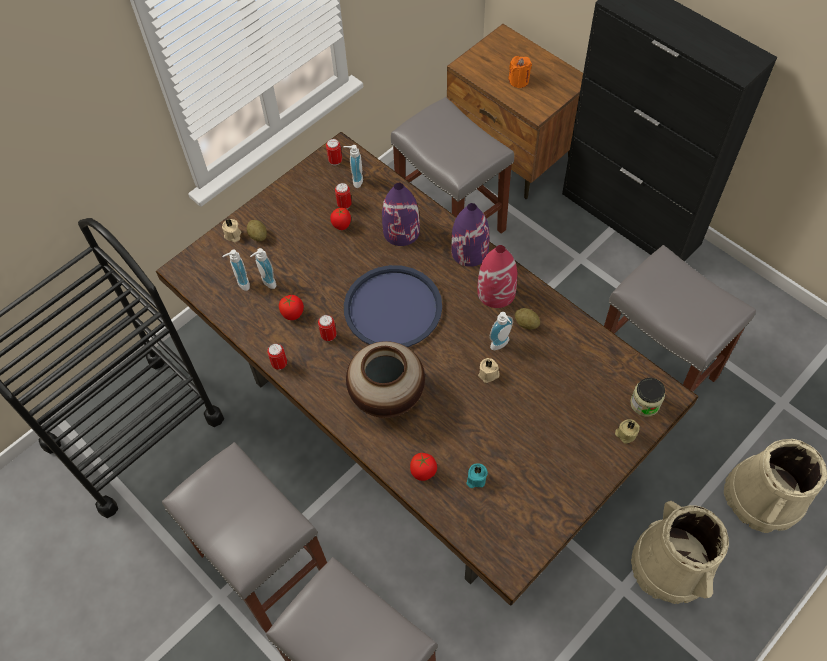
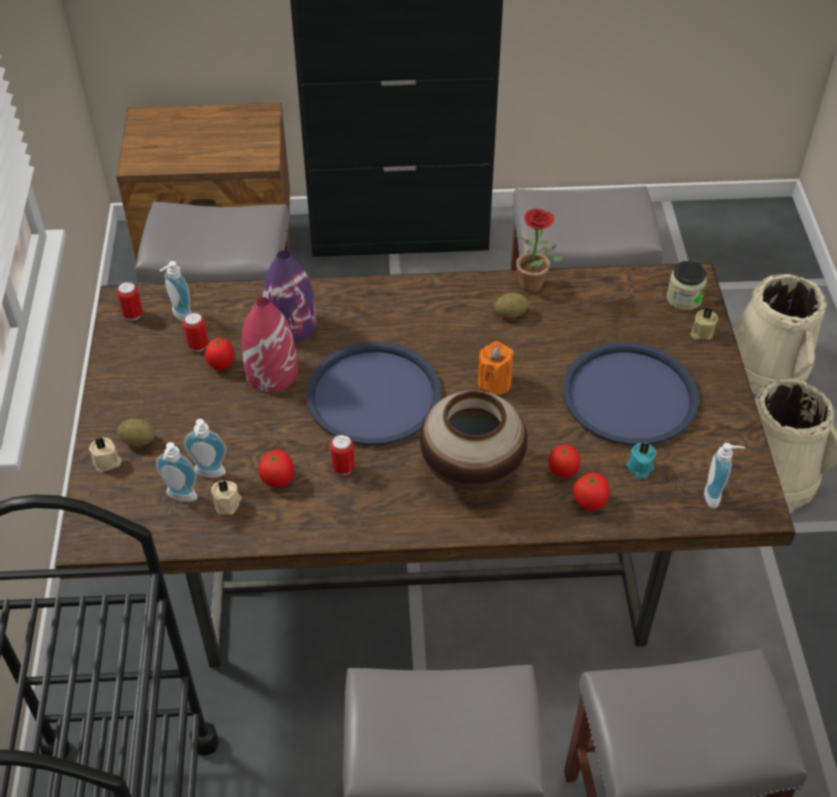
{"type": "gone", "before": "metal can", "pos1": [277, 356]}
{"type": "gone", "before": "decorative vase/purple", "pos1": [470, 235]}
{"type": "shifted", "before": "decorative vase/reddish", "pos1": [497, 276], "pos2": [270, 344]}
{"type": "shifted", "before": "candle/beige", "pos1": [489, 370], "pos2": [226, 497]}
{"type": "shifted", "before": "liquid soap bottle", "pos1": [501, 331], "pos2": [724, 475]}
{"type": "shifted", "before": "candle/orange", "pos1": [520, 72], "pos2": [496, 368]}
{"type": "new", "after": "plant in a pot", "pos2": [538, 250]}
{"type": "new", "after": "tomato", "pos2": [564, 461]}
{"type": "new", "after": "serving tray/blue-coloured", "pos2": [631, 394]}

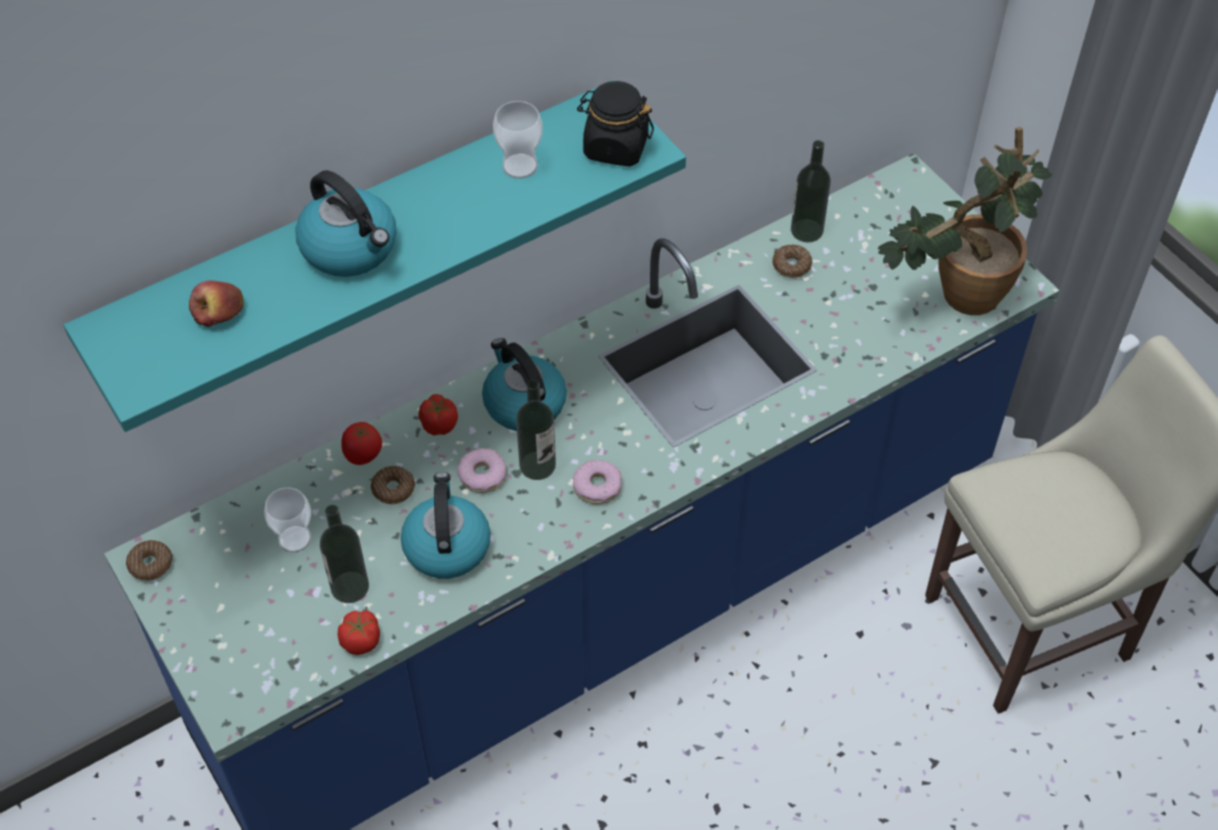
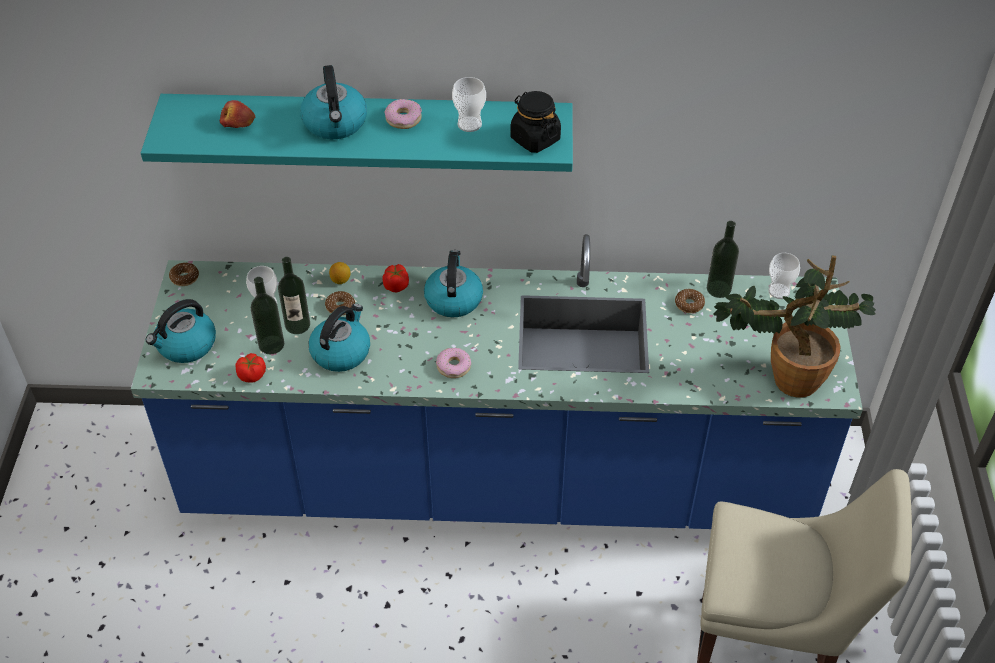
{"type": "swapped", "before": "tomato", "after": "lemon", "pos1": [361, 443], "pos2": [339, 273]}
{"type": "shifted", "before": "donut", "pos1": [482, 470], "pos2": [403, 114]}
{"type": "shifted", "before": "bottle", "pos1": [536, 430], "pos2": [294, 295]}
{"type": "new", "after": "kettle", "pos2": [181, 331]}
{"type": "new", "after": "drinking cup", "pos2": [784, 276]}

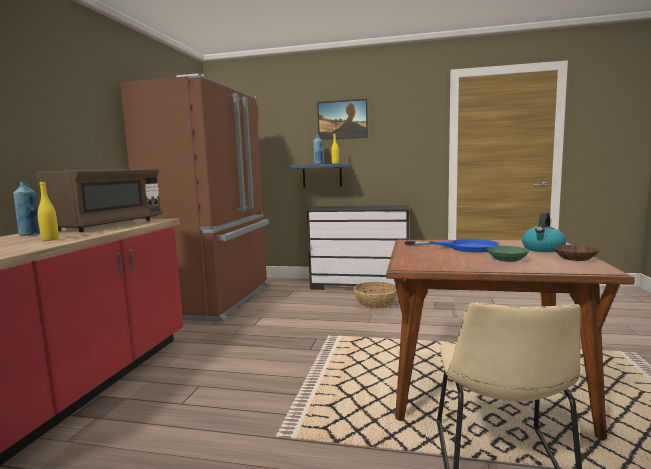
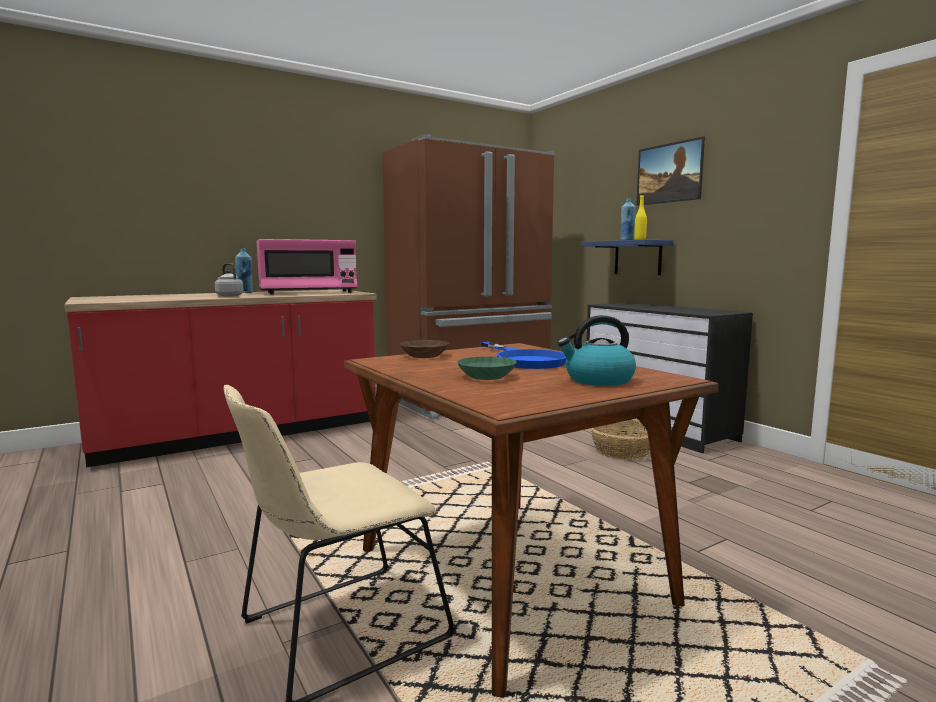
{"type": "repainted", "before": "microwave oven/brown-coloured", "after": "microwave oven/pink", "pos1": [99, 200], "pos2": [307, 266]}
{"type": "swapped", "before": "bottle/yellow-coloured", "after": "kettle/gray", "pos1": [48, 211], "pos2": [229, 280]}
{"type": "shifted", "before": "serving bowl/brown-coloured", "pos1": [576, 253], "pos2": [424, 349]}

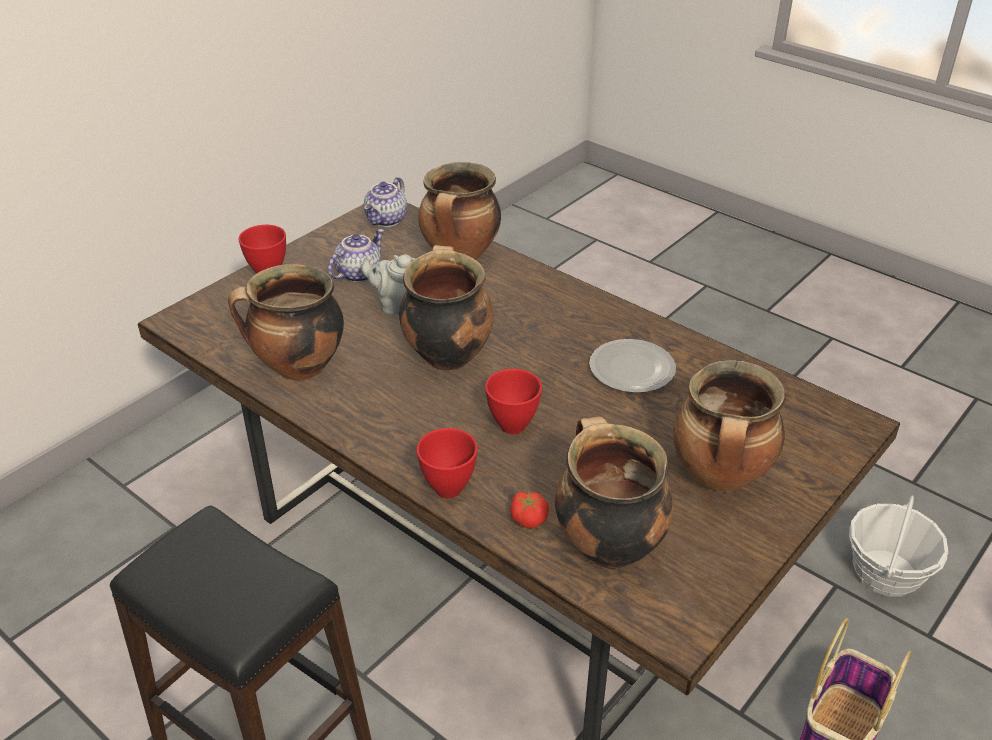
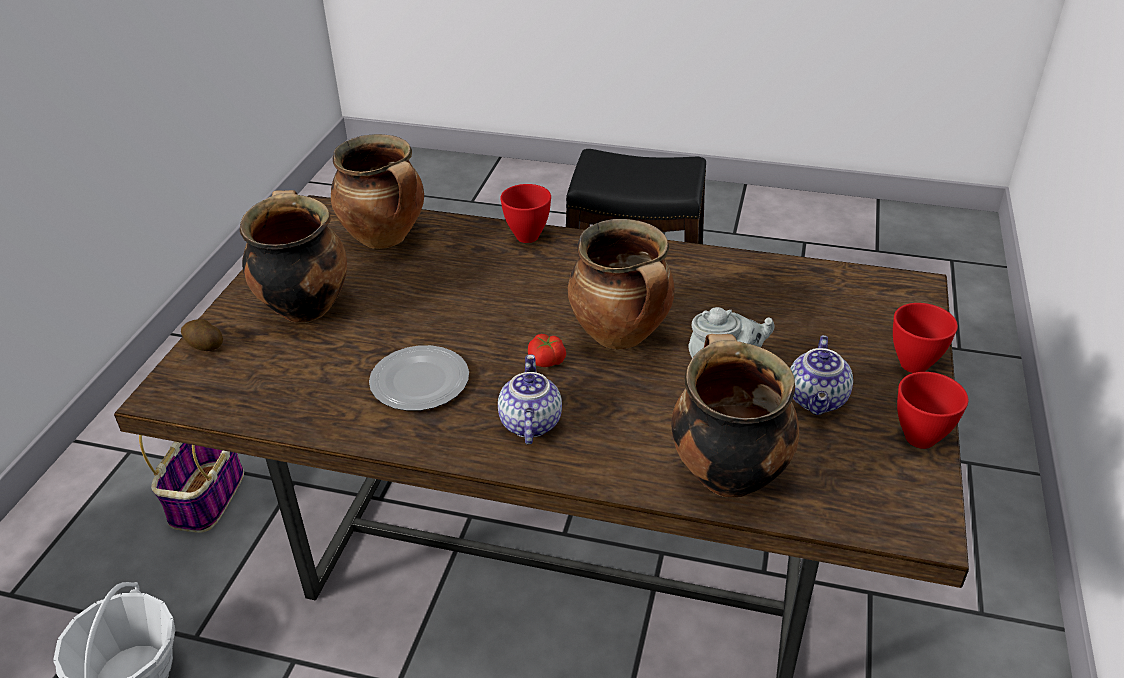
{"type": "gone", "before": "saucepot", "pos1": [286, 322]}
{"type": "shifted", "before": "teapot", "pos1": [385, 202], "pos2": [530, 399]}
{"type": "shifted", "before": "serving bowl/reddish", "pos1": [513, 401], "pos2": [932, 410]}
{"type": "shifted", "before": "tomato", "pos1": [529, 510], "pos2": [547, 350]}
{"type": "new", "after": "spud", "pos2": [202, 335]}

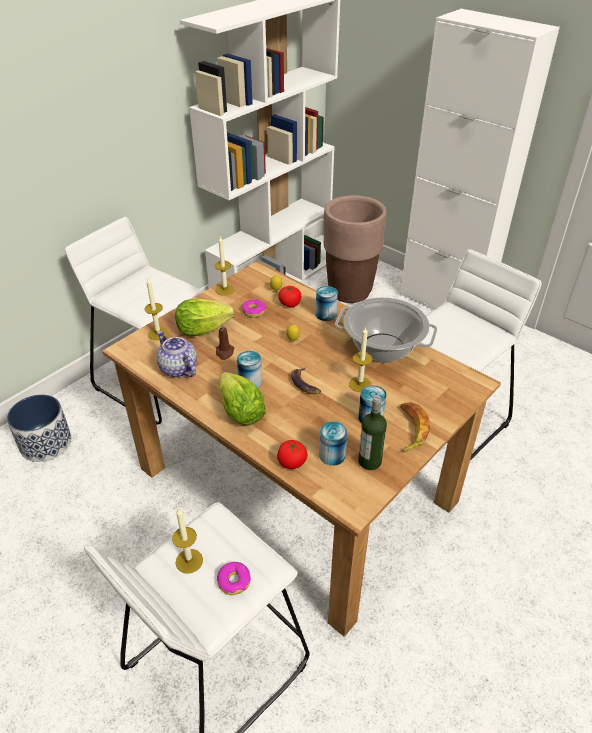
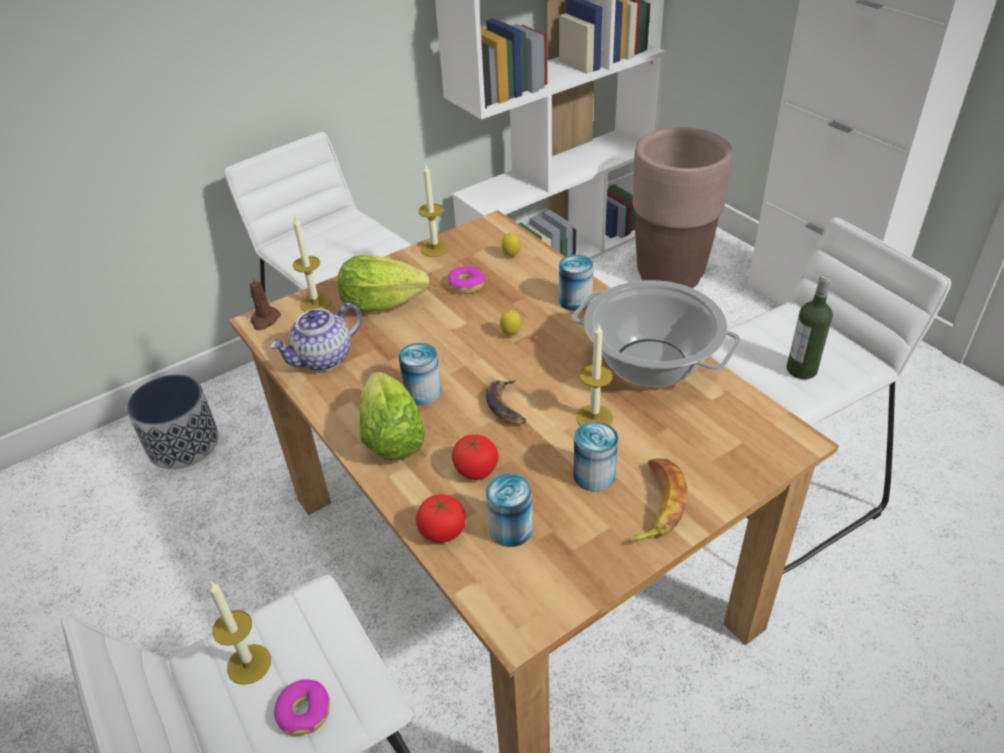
{"type": "rotated", "before": "teapot", "pos1": [177, 354], "pos2": [316, 337], "turn": -105}
{"type": "shifted", "before": "candle/brown-coloured", "pos1": [225, 341], "pos2": [265, 302]}
{"type": "shifted", "before": "tomato", "pos1": [289, 296], "pos2": [475, 457]}
{"type": "shifted", "before": "bottle", "pos1": [372, 432], "pos2": [810, 326]}

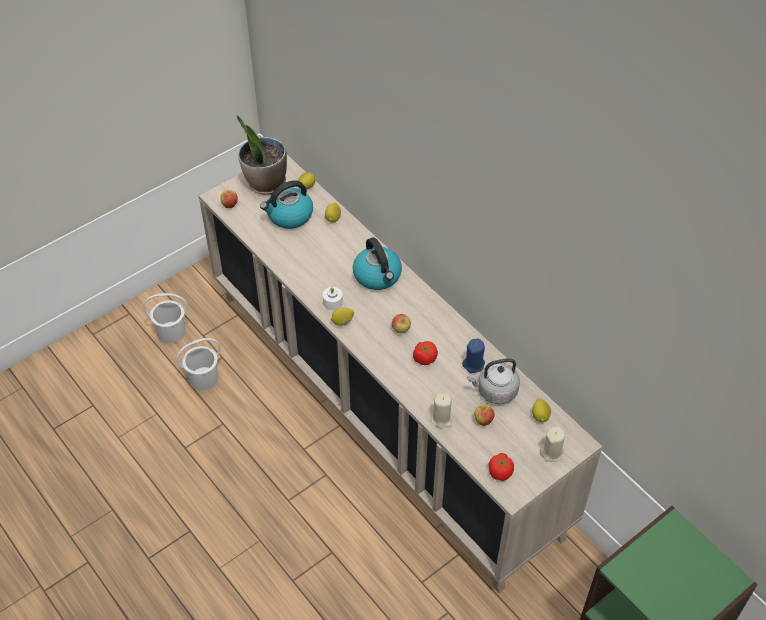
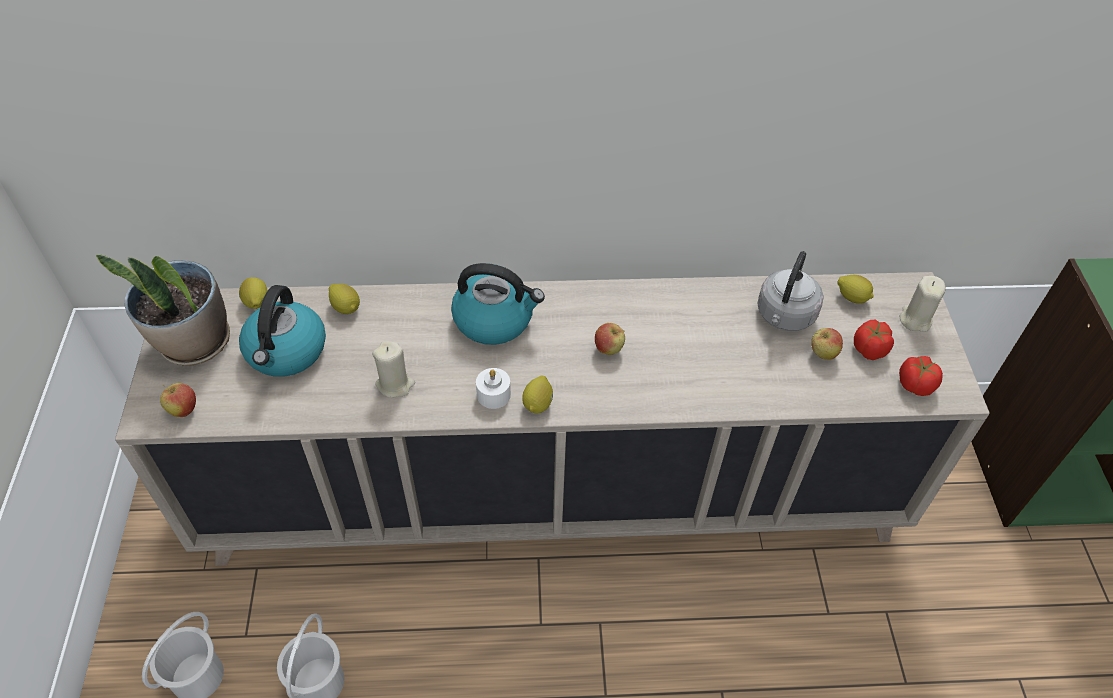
{"type": "shifted", "before": "tomato", "pos1": [425, 353], "pos2": [874, 340]}
{"type": "shifted", "before": "candle/beige", "pos1": [442, 411], "pos2": [393, 369]}
{"type": "gone", "before": "candle/blue-coloured", "pos1": [473, 355]}

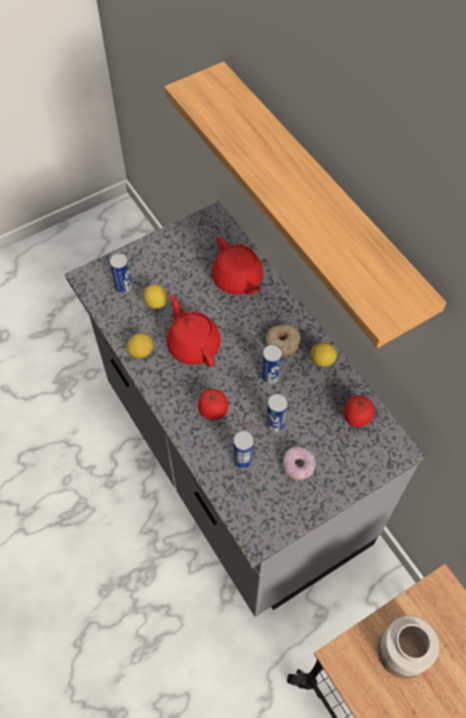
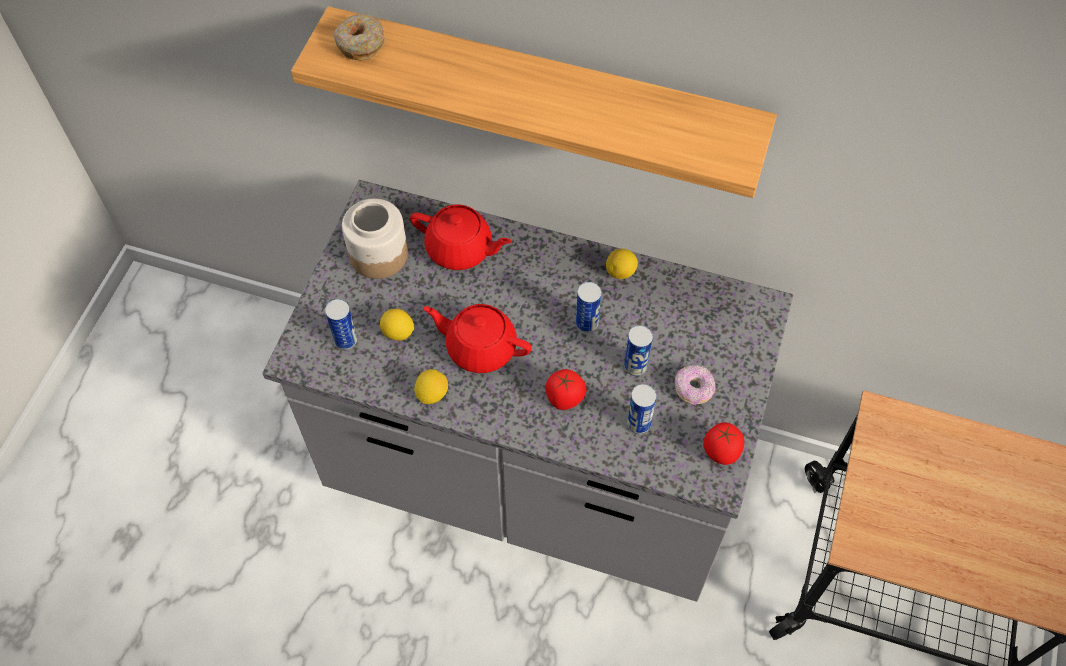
{"type": "shifted", "before": "donut", "pos1": [283, 340], "pos2": [359, 37]}
{"type": "shifted", "before": "tomato", "pos1": [359, 411], "pos2": [723, 443]}
{"type": "shifted", "before": "jar", "pos1": [408, 647], "pos2": [375, 239]}

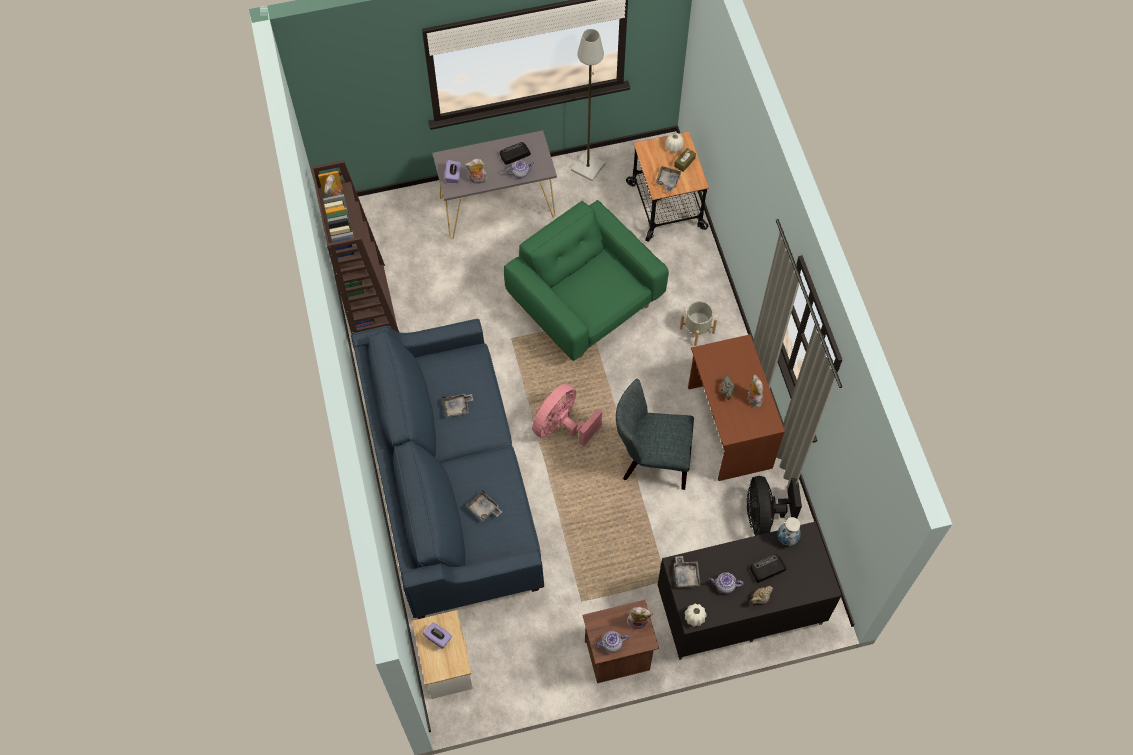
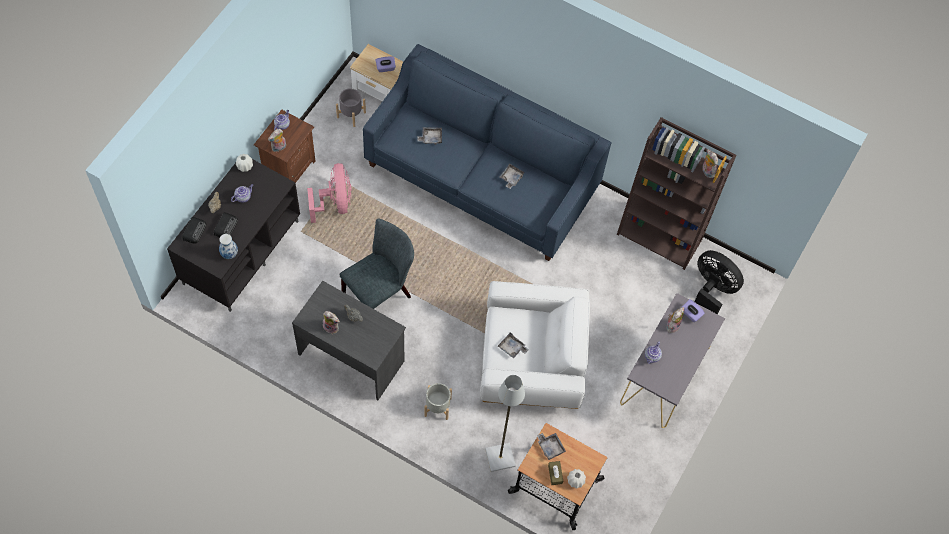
{"type": "shifted", "before": "radio receiver", "pos1": [515, 153], "pos2": [194, 230]}
{"type": "repainted", "before": "armchair/green-coloured", "after": "armchair/white", "pos1": [586, 280], "pos2": [535, 345]}
{"type": "shifted", "before": "fan/pink", "pos1": [567, 414], "pos2": [329, 193]}
{"type": "shifted", "before": "standing lamp/gray", "pos1": [588, 105], "pos2": [505, 423]}
{"type": "shifted", "before": "serving tray/gray", "pos1": [687, 572], "pos2": [513, 345]}
{"type": "repainted", "before": "desk unit/brown-coloured", "after": "desk unit/gray", "pos1": [736, 407], "pos2": [349, 340]}
{"type": "shifted", "before": "fan/black", "pos1": [774, 506], "pos2": [719, 282]}
{"type": "new", "after": "flower pot/gray", "pos2": [351, 107]}

